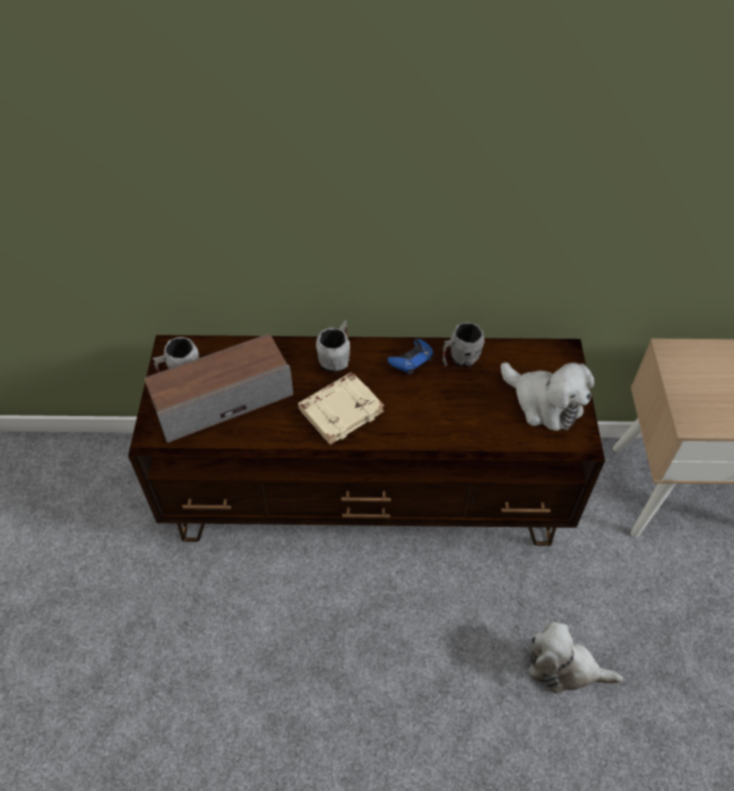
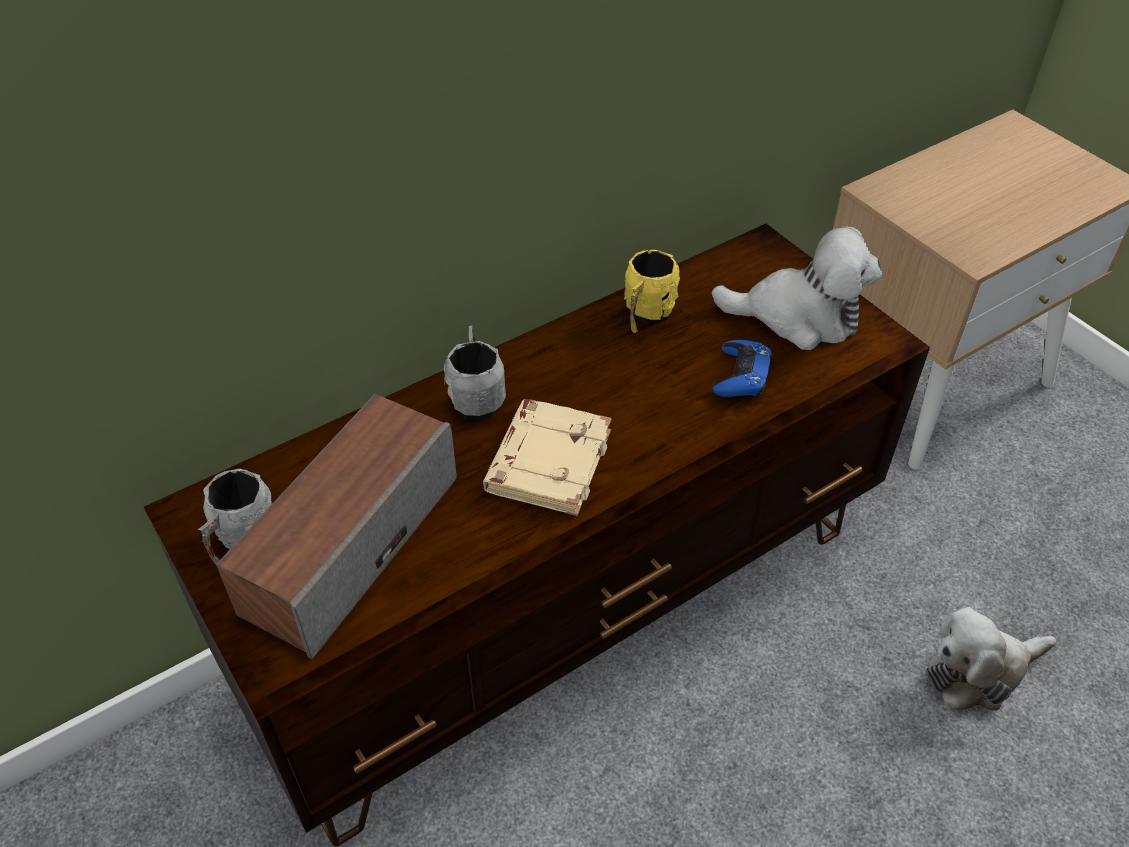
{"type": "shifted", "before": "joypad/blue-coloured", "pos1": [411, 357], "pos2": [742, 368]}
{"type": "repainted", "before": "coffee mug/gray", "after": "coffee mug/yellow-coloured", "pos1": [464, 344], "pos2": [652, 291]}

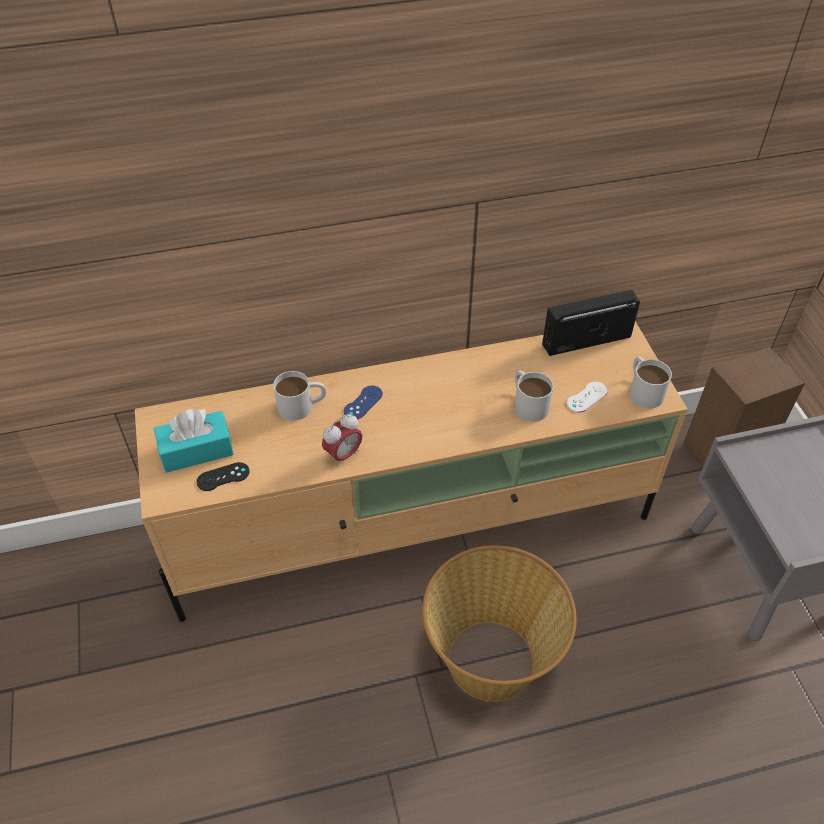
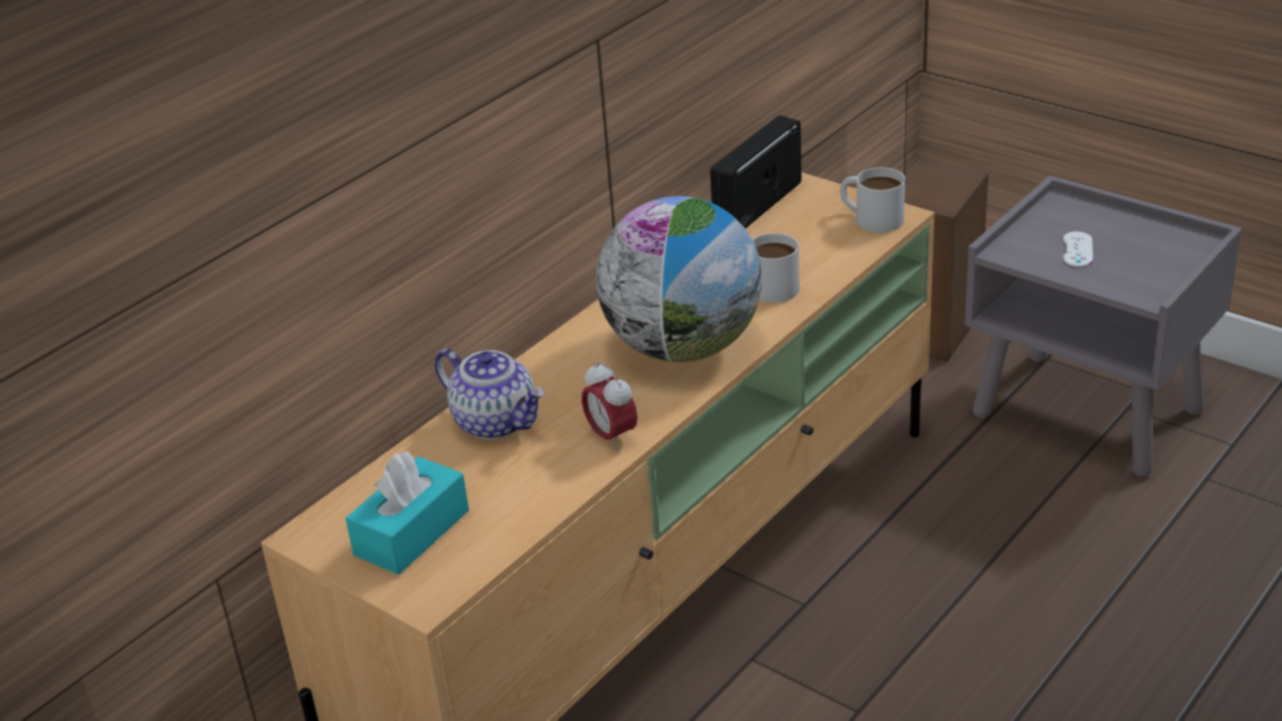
{"type": "gone", "before": "joypad/black", "pos1": [223, 476]}
{"type": "swapped", "before": "coffee mug/white", "after": "teapot", "pos1": [299, 396], "pos2": [490, 393]}
{"type": "rotated", "before": "bedside clock", "pos1": [342, 440], "pos2": [610, 406], "turn": 135}
{"type": "gone", "before": "joypad/blue-coloured", "pos1": [363, 402]}
{"type": "gone", "before": "household basket", "pos1": [499, 623]}
{"type": "shifted", "before": "joypad/white", "pos1": [587, 397], "pos2": [1078, 249]}
{"type": "new", "after": "globe", "pos2": [679, 279]}

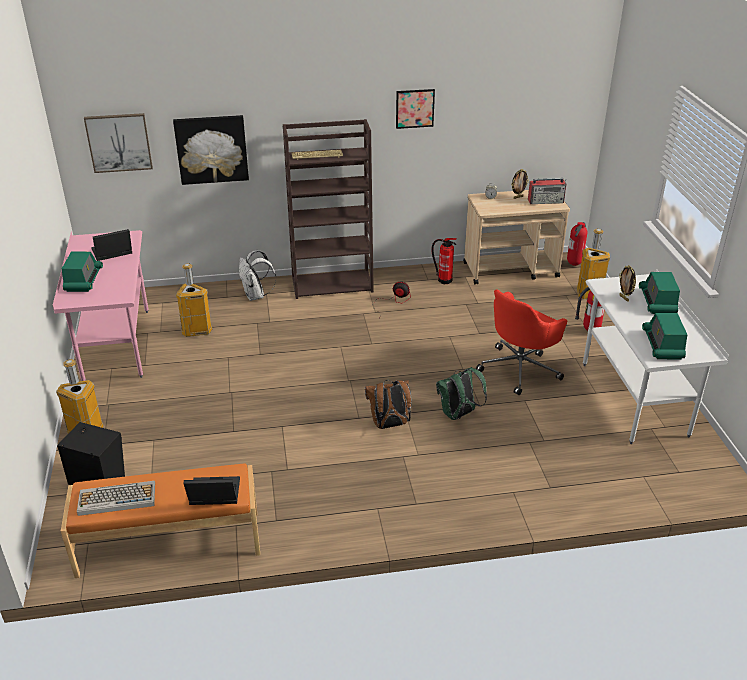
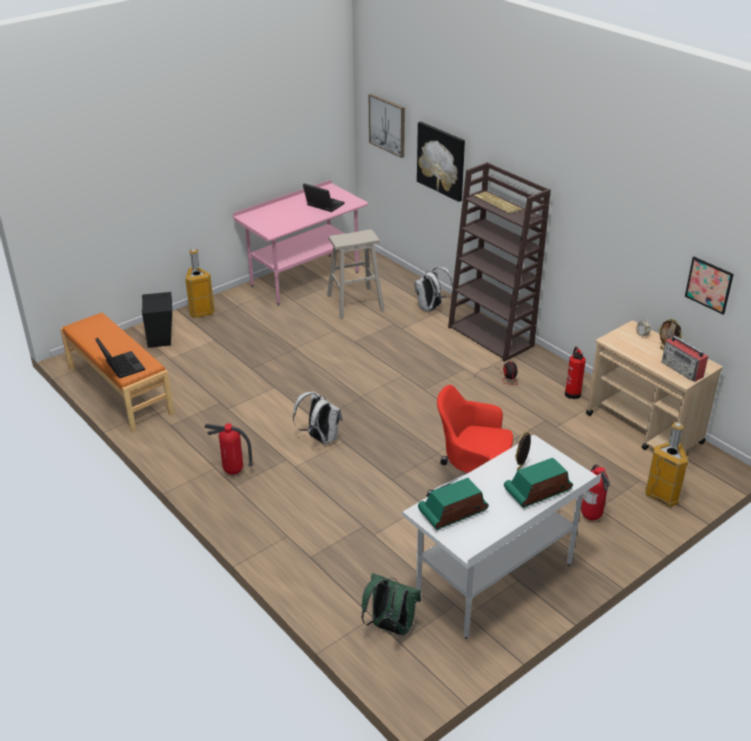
{"type": "gone", "before": "radio receiver", "pos1": [82, 271]}
{"type": "gone", "before": "keyboard", "pos1": [116, 498]}
{"type": "swapped", "before": "waste bin", "after": "stool/beige", "pos1": [194, 300], "pos2": [356, 274]}
{"type": "repainted", "before": "knapsack/brown-coloured", "after": "knapsack/white", "pos1": [388, 404], "pos2": [317, 418]}
{"type": "shifted", "before": "picture", "pos1": [415, 109], "pos2": [709, 285]}
{"type": "shifted", "before": "knapsack/green-coloured", "pos1": [461, 393], "pos2": [391, 604]}
{"type": "shifted", "before": "fire extinguisher", "pos1": [577, 244], "pos2": [228, 449]}

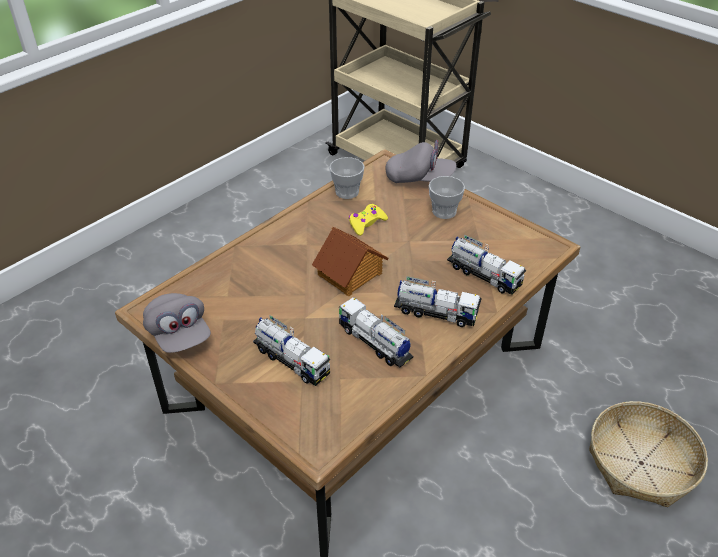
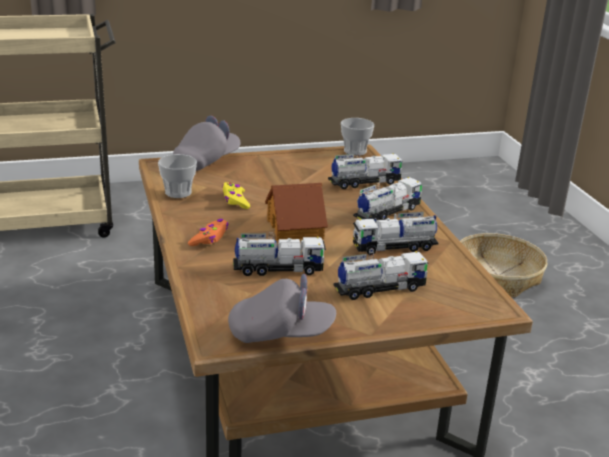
{"type": "shifted", "before": "drinking cup", "pos1": [447, 197], "pos2": [357, 137]}
{"type": "new", "after": "joypad/orange", "pos2": [208, 232]}
{"type": "new", "after": "toy lorry", "pos2": [279, 254]}

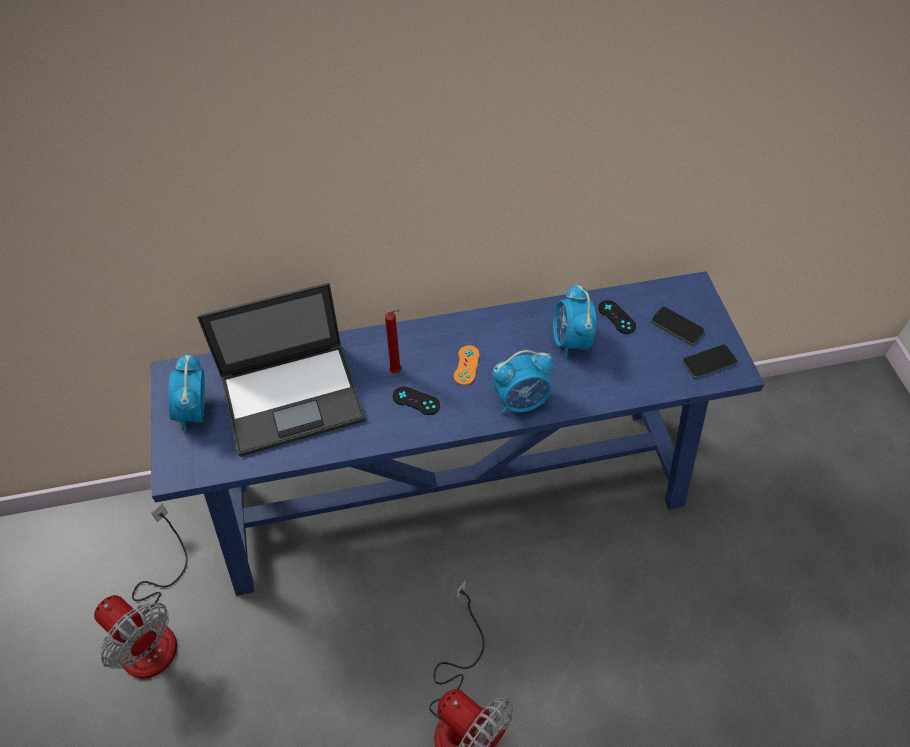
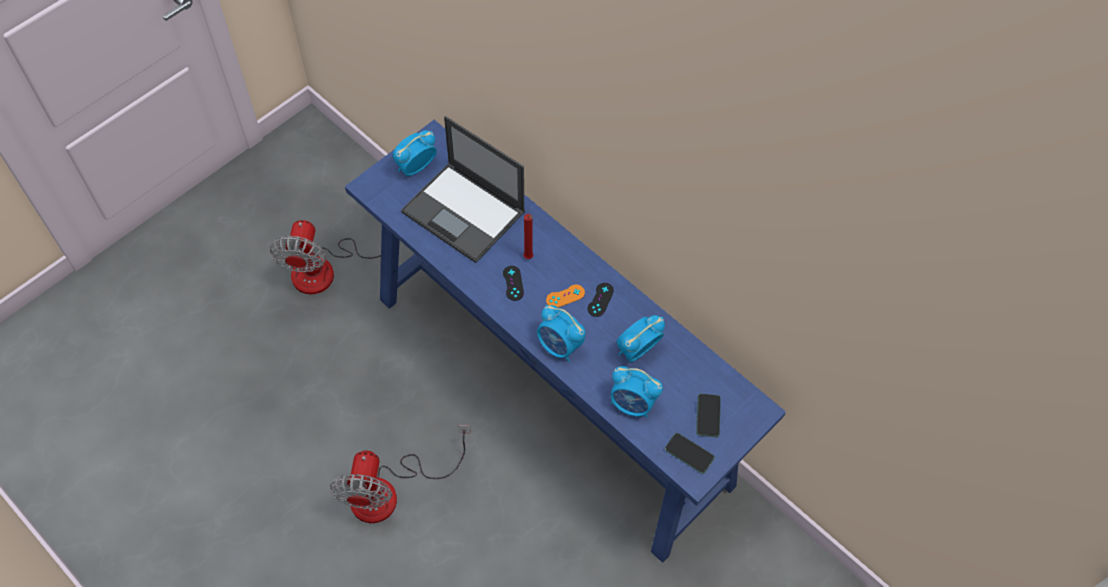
{"type": "shifted", "before": "joypad/black", "pos1": [617, 317], "pos2": [600, 300]}
{"type": "new", "after": "bedside clock", "pos2": [637, 392]}

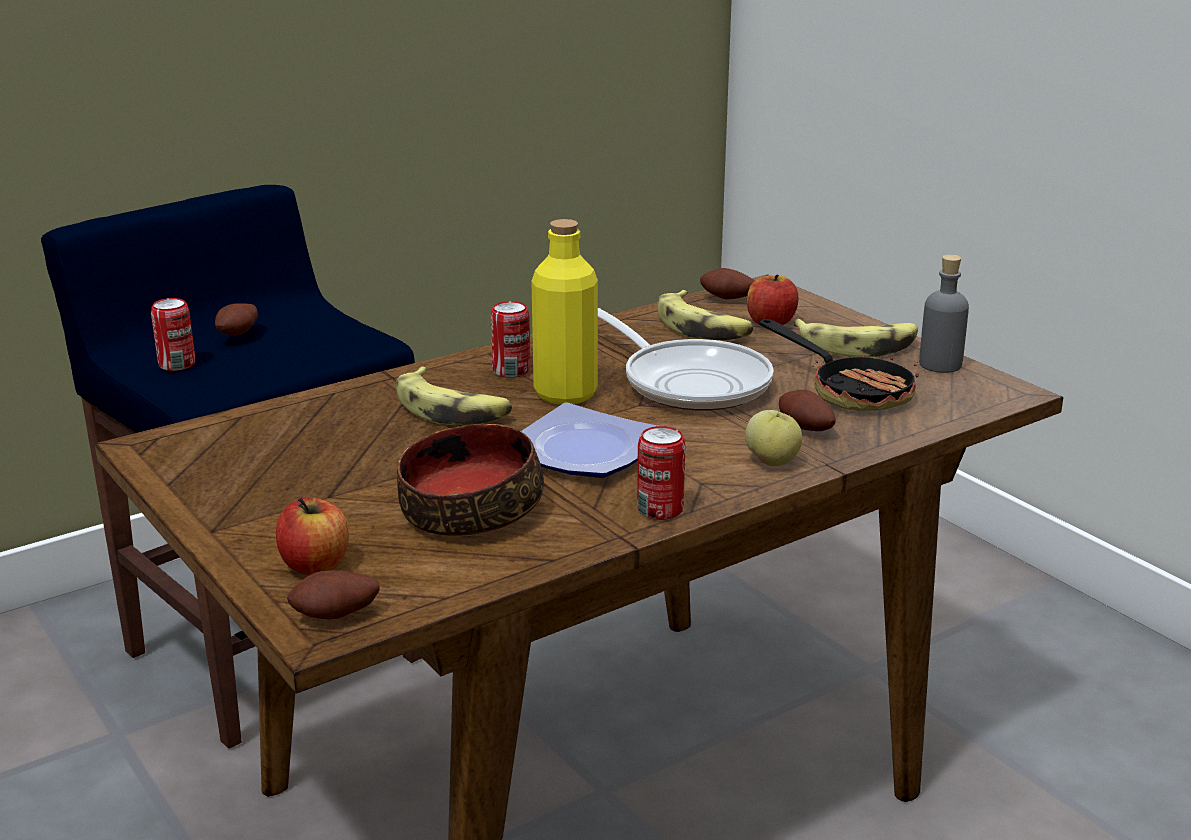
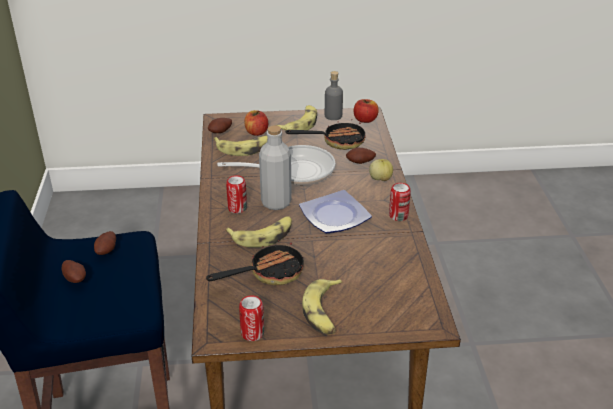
{"type": "shifted", "before": "metal can", "pos1": [173, 334], "pos2": [251, 318]}
{"type": "shifted", "before": "apple fruit", "pos1": [312, 536], "pos2": [366, 111]}
{"type": "shifted", "before": "spud", "pos1": [333, 594], "pos2": [105, 243]}
{"type": "gone", "before": "serving bowl", "pos1": [470, 480]}
{"type": "repainted", "before": "bottle/yellow-coloured", "after": "bottle/gray", "pos1": [564, 311], "pos2": [275, 167]}
{"type": "new", "after": "frying pan", "pos2": [255, 262]}
{"type": "new", "after": "banana fruit", "pos2": [322, 307]}

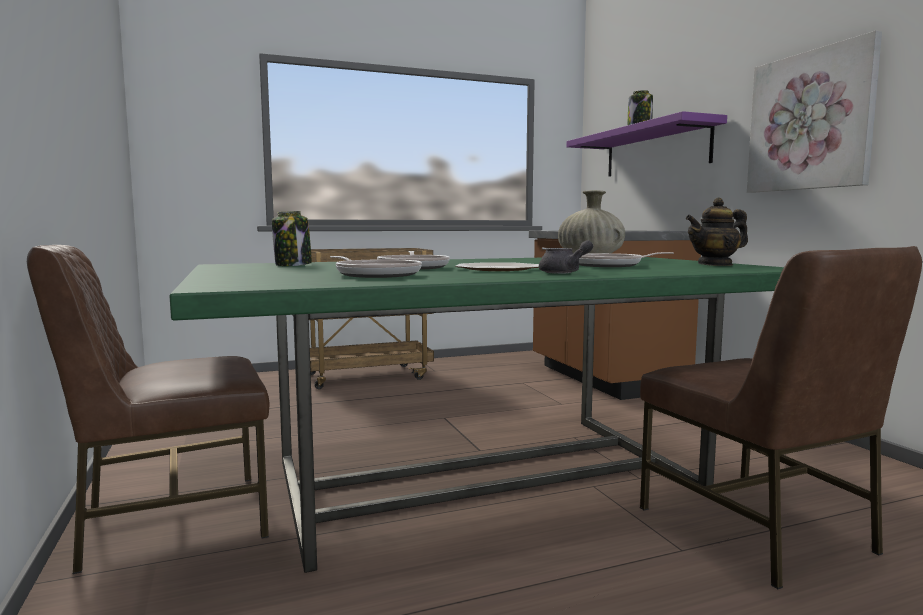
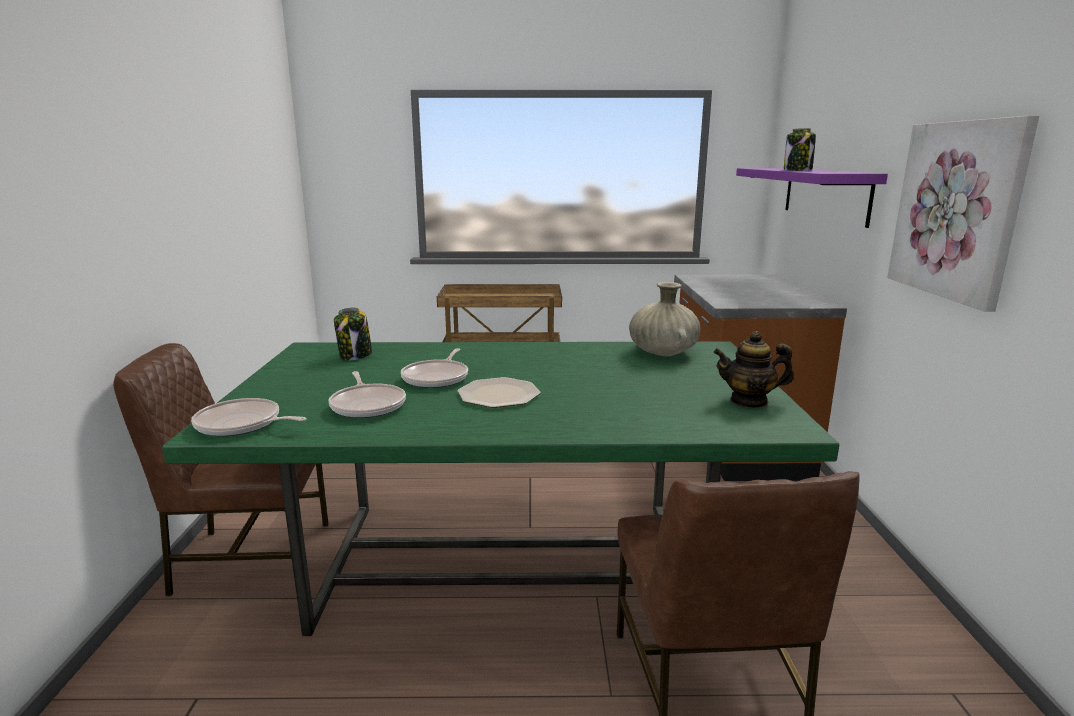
{"type": "gone", "before": "teapot/gray", "pos1": [566, 257]}
{"type": "shifted", "before": "frying pan", "pos1": [626, 259], "pos2": [249, 417]}

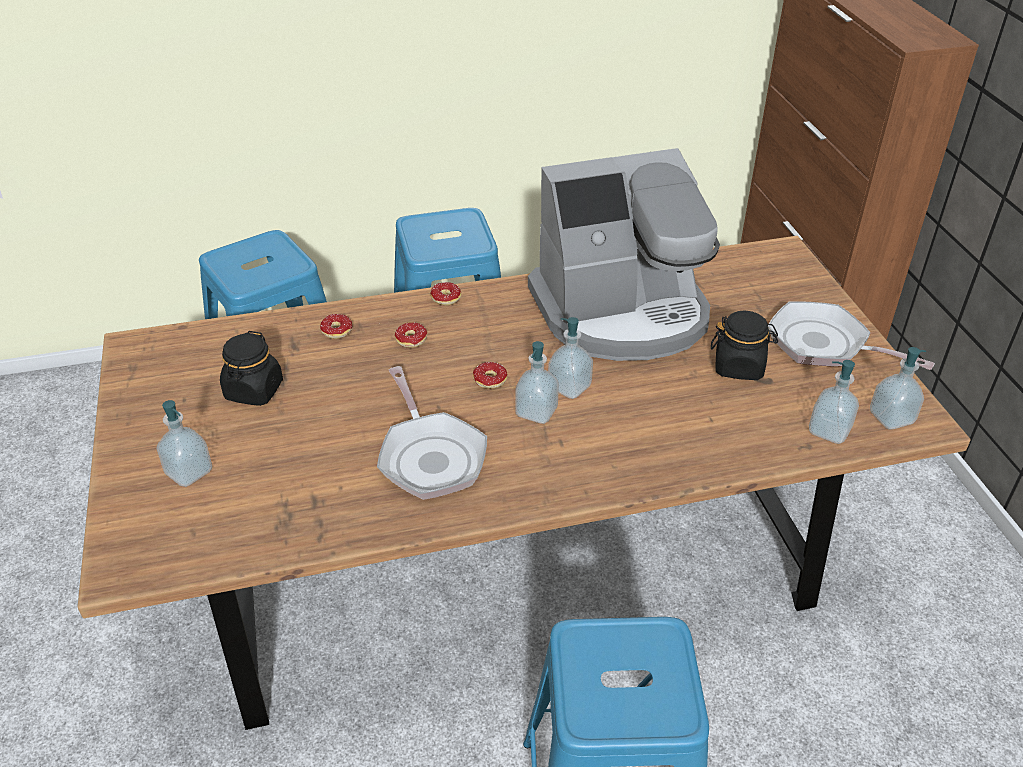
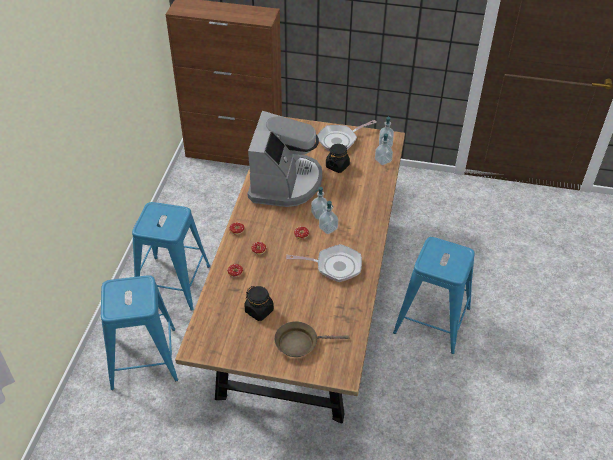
{"type": "swapped", "before": "liquid soap bottle", "after": "frying pan/brown-coloured", "pos1": [184, 443], "pos2": [311, 339]}

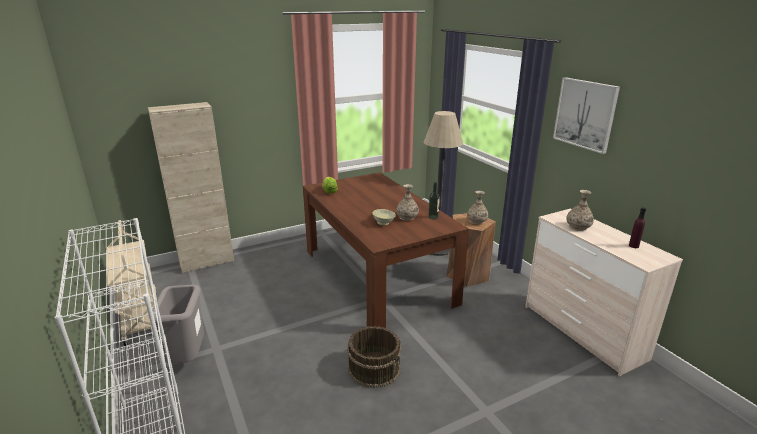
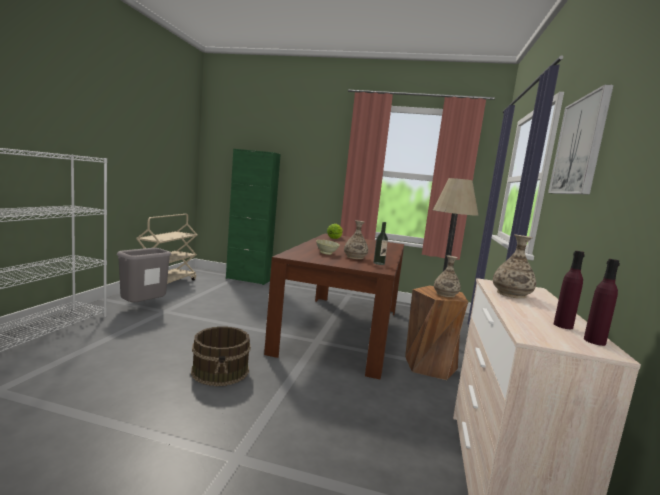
{"type": "repainted", "before": "cupboard/beige", "after": "cupboard/green-coloured", "pos1": [191, 187], "pos2": [253, 217]}
{"type": "new", "after": "bottle/purple", "pos2": [602, 302]}

